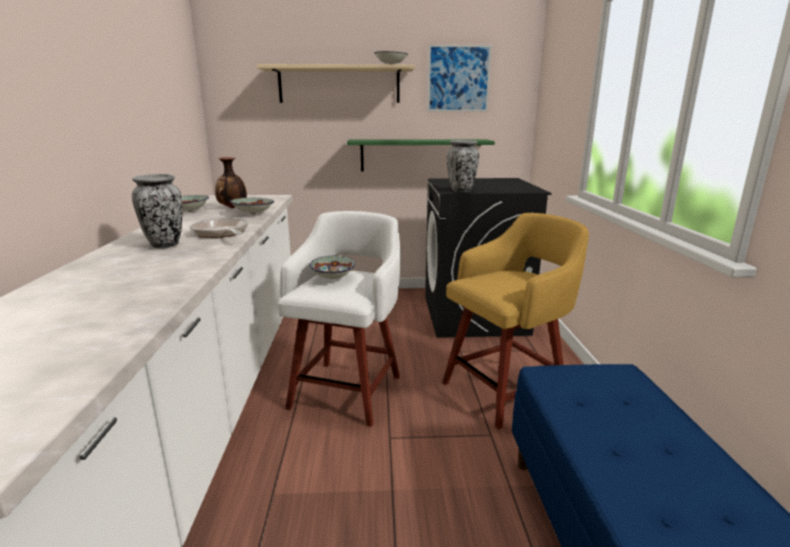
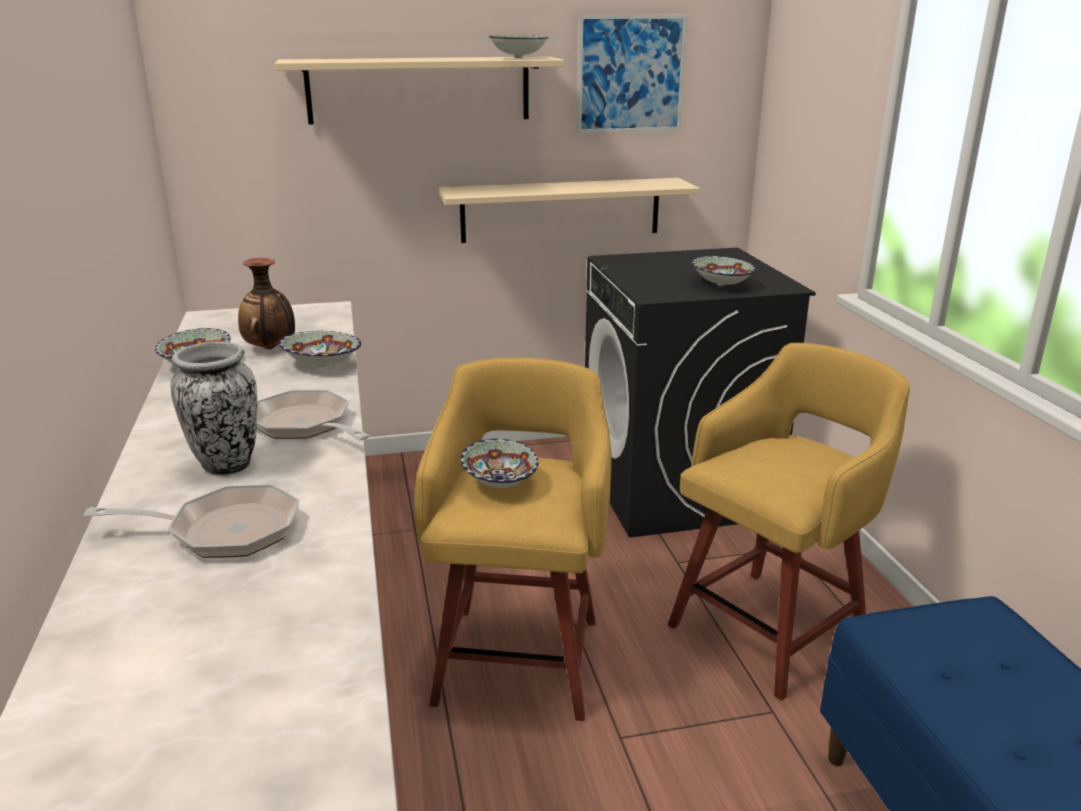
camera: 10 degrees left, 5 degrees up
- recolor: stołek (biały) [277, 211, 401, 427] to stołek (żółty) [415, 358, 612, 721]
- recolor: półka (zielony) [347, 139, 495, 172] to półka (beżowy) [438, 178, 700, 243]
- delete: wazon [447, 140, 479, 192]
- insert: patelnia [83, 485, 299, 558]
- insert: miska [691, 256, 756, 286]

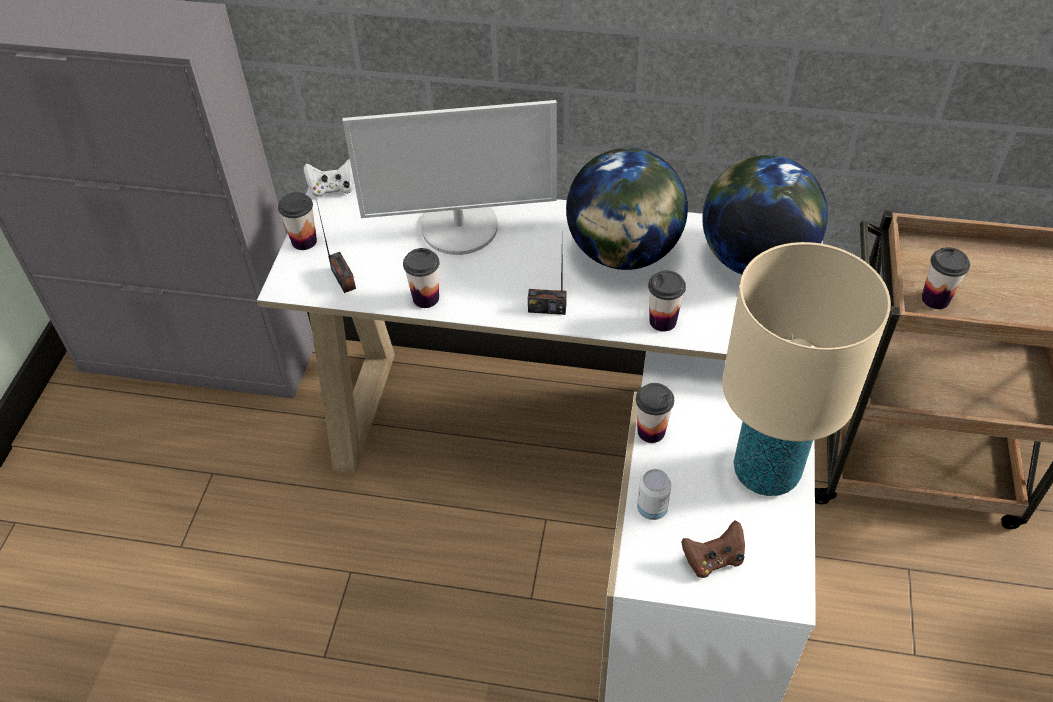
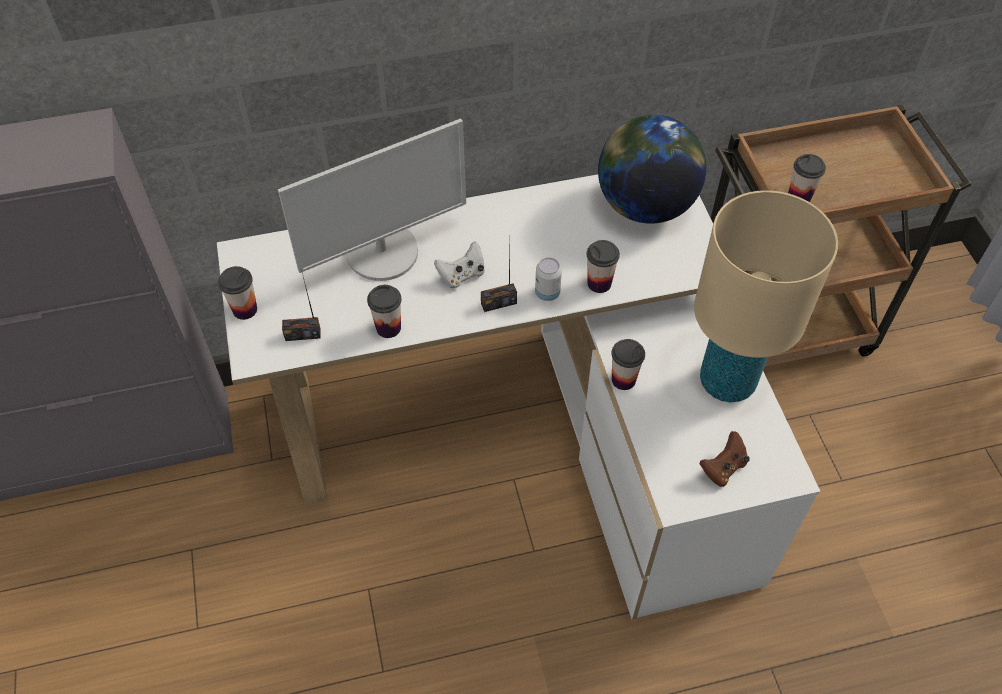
camera: 25 degrees left, 5 degrees up
- move: pad do gier (biały) [304, 159, 354, 197] to [434, 241, 485, 288]
- rotate: radio [316, 199, 356, 293] = [282, 269, 321, 341] 135 degrees clockwise
- delete: globus [566, 148, 688, 270]
- move: puszka [637, 469, 671, 520] to [535, 257, 562, 301]

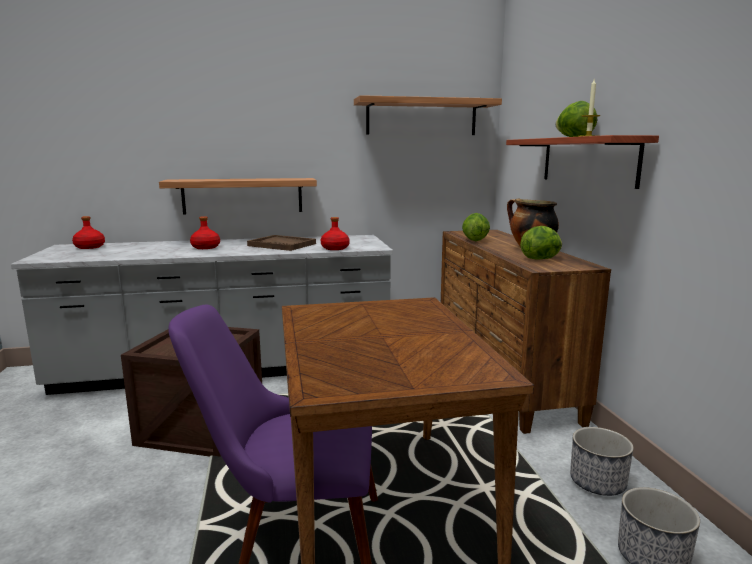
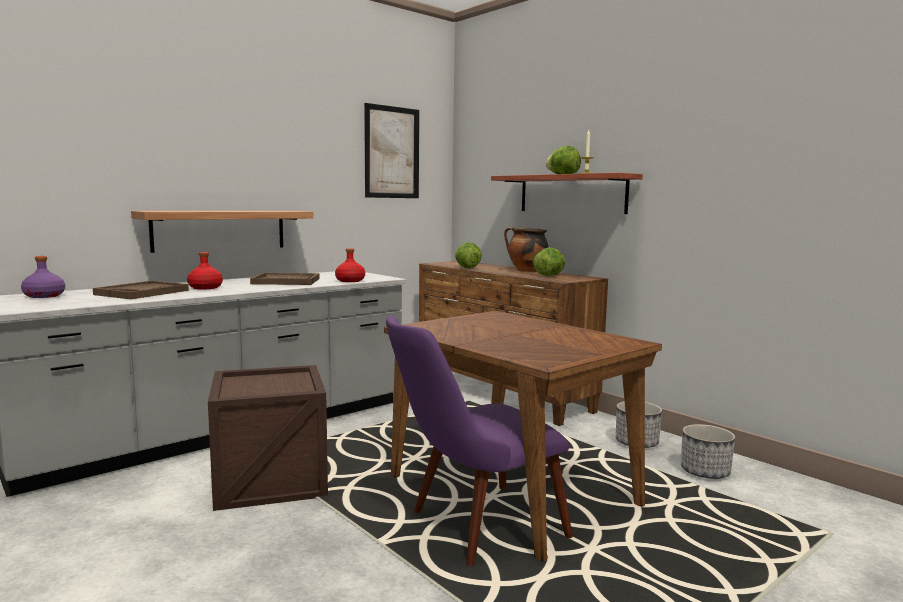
camera: 30 degrees left, 5 degrees down
- recolor: butelka (czerwony) [72, 216, 105, 249] to butelka (fioletowy) [21, 256, 65, 298]
- replace: półka [354, 95, 502, 135] to obraz [364, 103, 419, 198]
- insert: taca (brązowy) [93, 281, 189, 299]

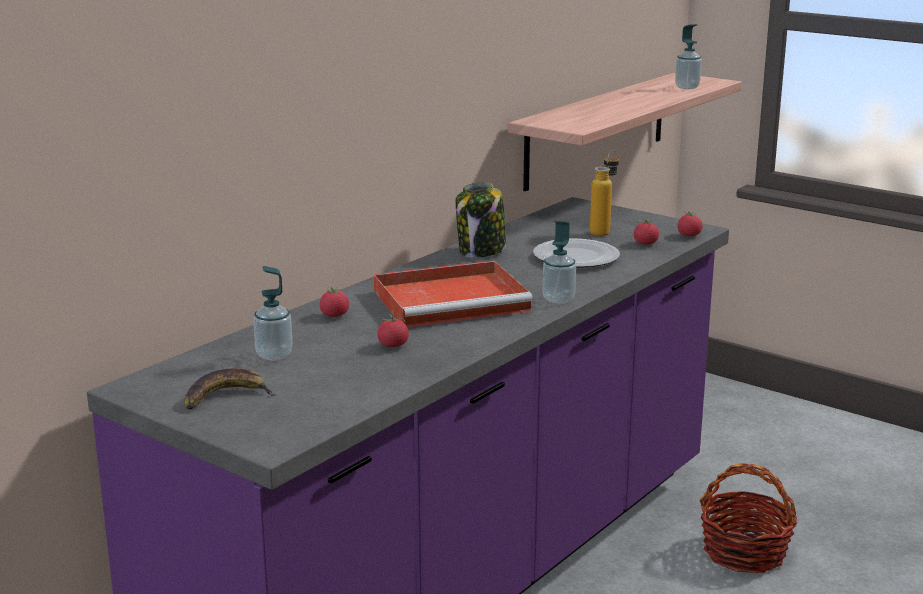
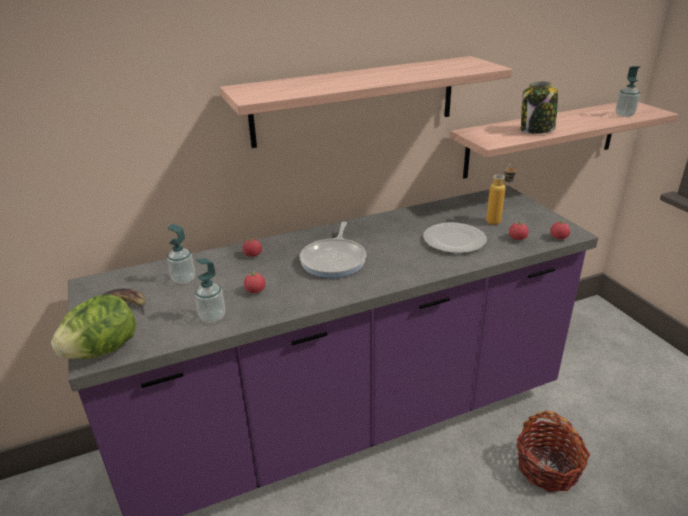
camera: 30 degrees right, 10 degrees up
- replace: taca (czerwony) [374, 261, 533, 327] to patelnia [300, 221, 366, 278]
- move: słoik [456, 182, 507, 258] to [521, 82, 558, 134]
- move: dozownik mydła [543, 221, 576, 304] to [195, 258, 225, 323]
- insert: sałata [51, 294, 136, 359]
- insert: półka [220, 56, 512, 148]

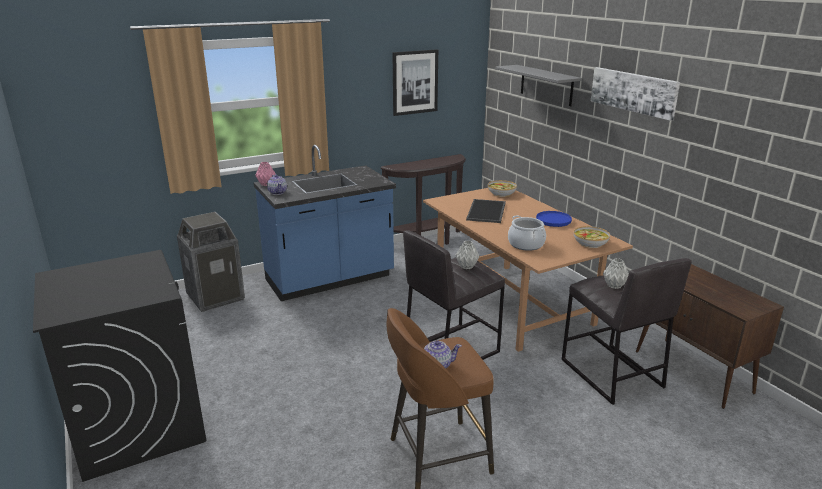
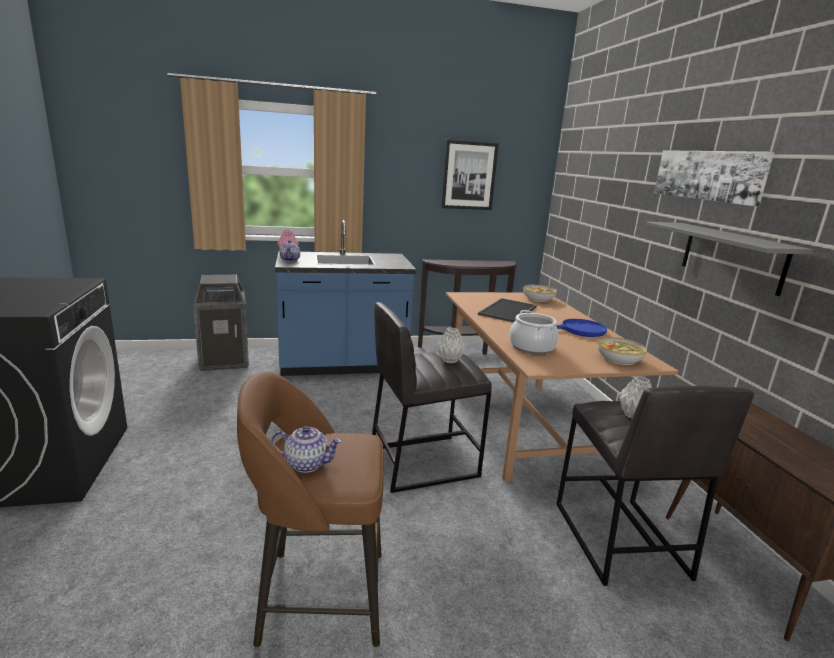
camera: 15 degrees right, 5 degrees down
- move: półka (szary) [495, 65, 582, 106] to [646, 222, 813, 296]

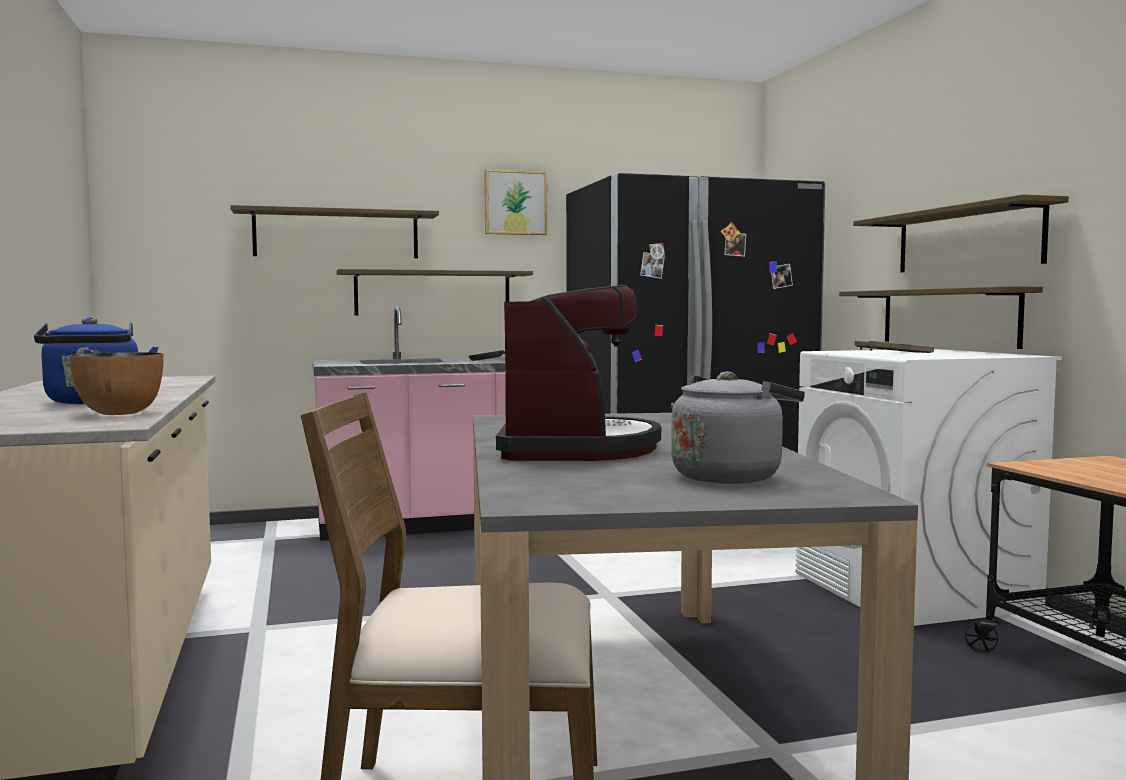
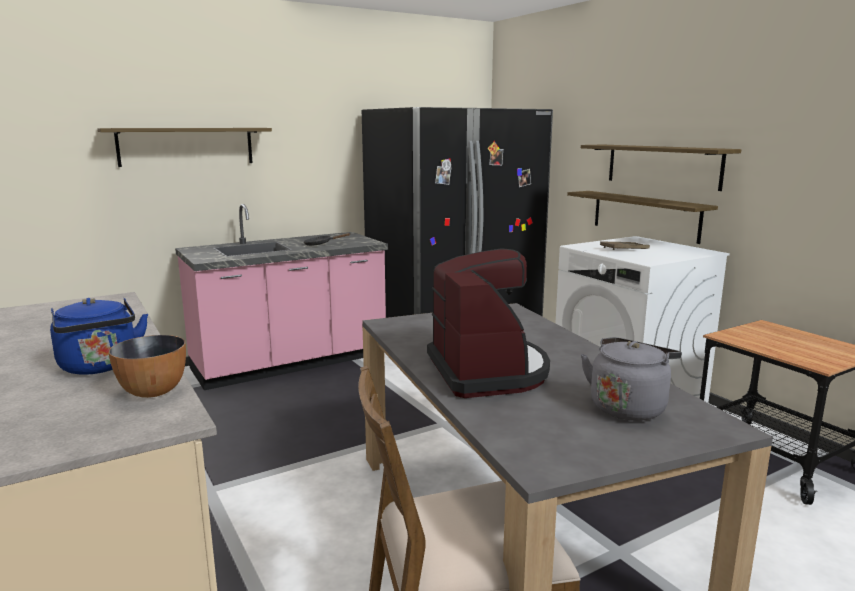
camera: 15 degrees left, 10 degrees up
- delete: półka [336, 269, 533, 315]
- delete: obraz [484, 169, 547, 235]

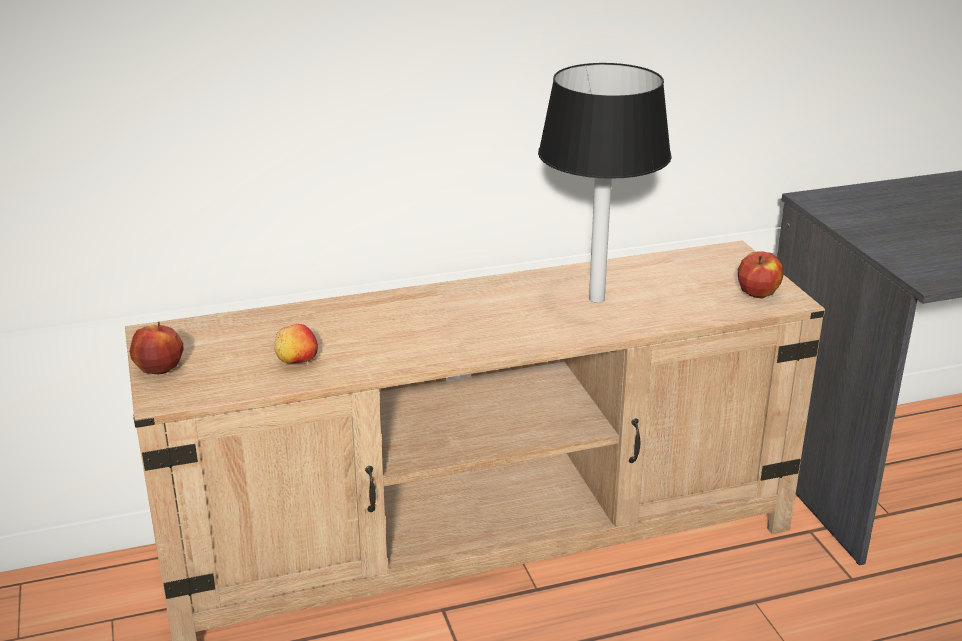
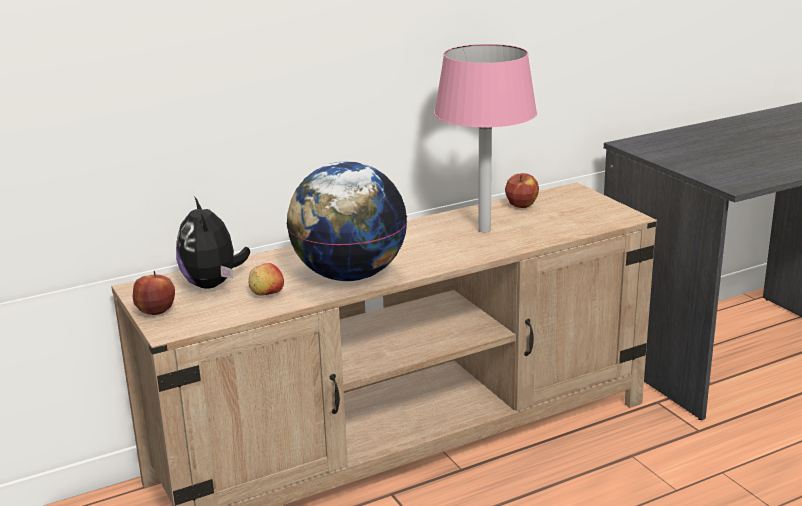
camera: 10 degrees left, 5 degrees down
- recolor: lampa stołowa (czarny) [538, 63, 672, 303] to lampa stołowa (różowy) [434, 44, 537, 232]
- move: jabłko [738, 251, 784, 299] to [505, 173, 539, 208]
- insert: pluszak [176, 196, 250, 289]
- insert: globus [286, 161, 407, 281]

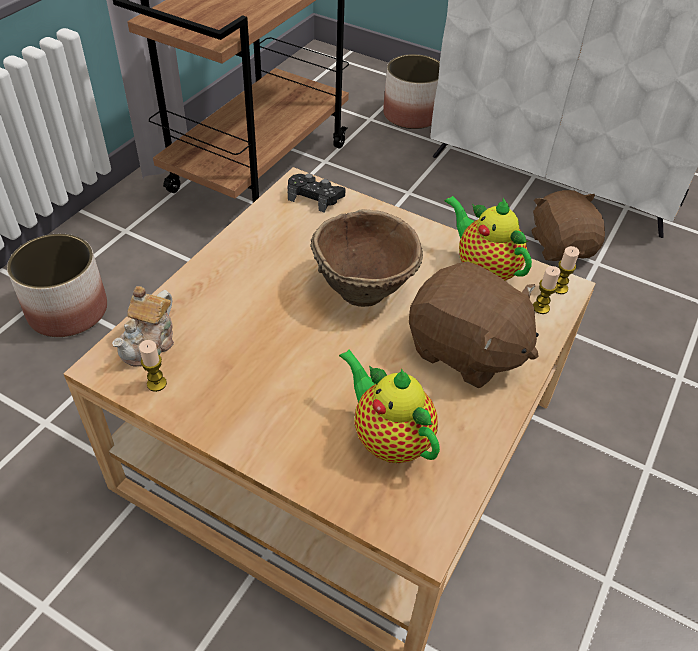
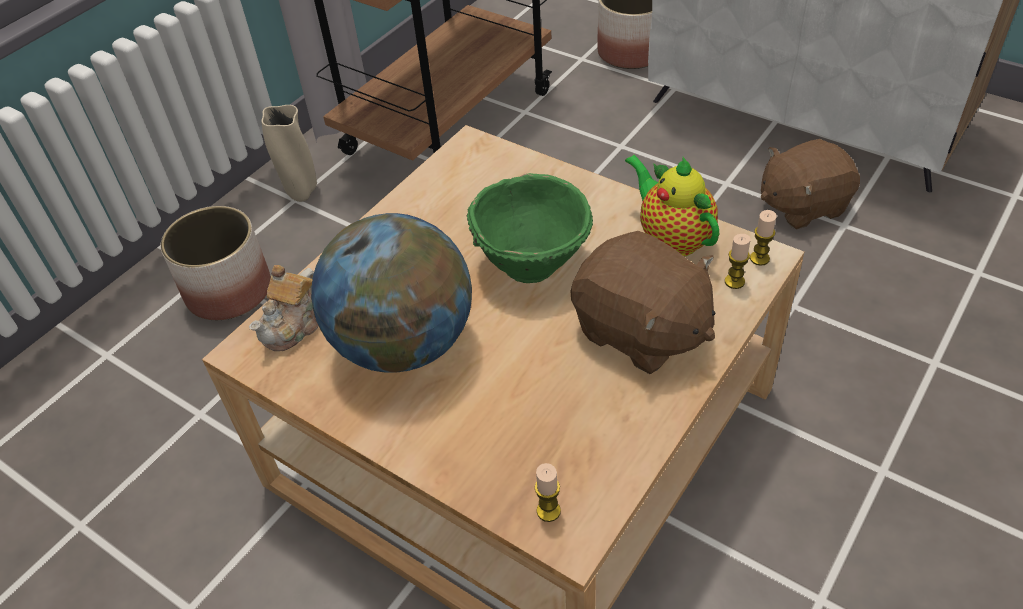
camera: 10 degrees right, 0 degrees up
- move: świeca [139, 340, 167, 392] to [535, 463, 561, 522]
- delete: pad do gier (czarny) [287, 174, 346, 213]
- recolor: miska (brązowy) [310, 209, 423, 307] to miska (zielony) [466, 173, 593, 283]
- delete: imbryk [339, 349, 440, 463]
- rotate: pluszak (brązowy) [531, 190, 605, 261] = [761, 139, 860, 230] 105 degrees counterclockwise
- insert: wazon (beżowy) [261, 105, 317, 202]
- insert: globus [311, 213, 472, 373]

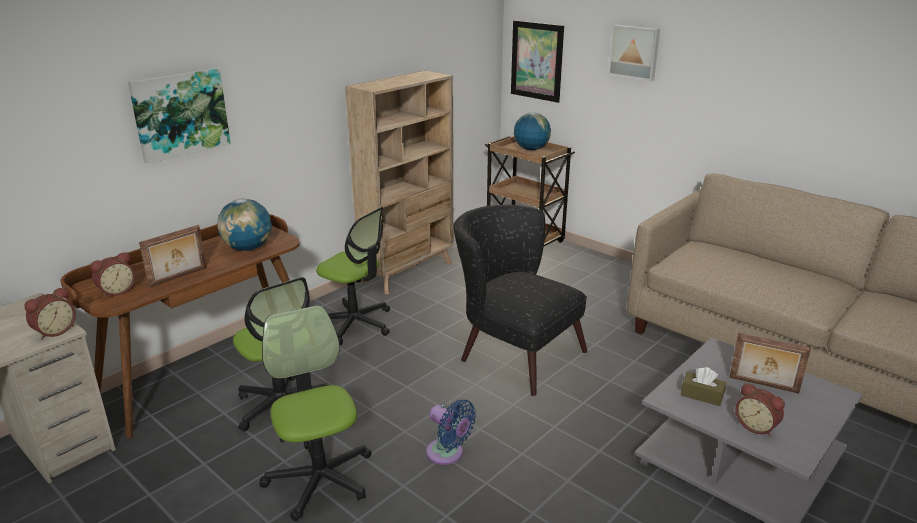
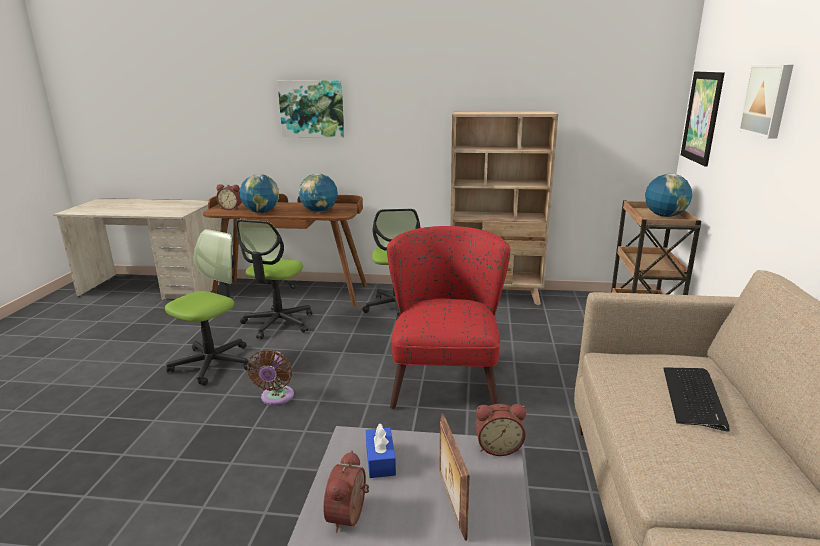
camera: 55 degrees right, 5 degrees down
- move: budzik [24, 287, 76, 340] to [475, 404, 526, 456]
- replace: ramka na zdjęcie [139, 225, 207, 288] to globus [240, 174, 279, 213]
- recolor: wentylator (niebieski) [426, 399, 476, 465] to wentylator (brązowy) [247, 350, 294, 405]
- recolor: fotel (czarny) [453, 205, 588, 396] to fotel (czerwony) [387, 226, 510, 409]
- recolor: pudełko chusteczek (brązowy) [681, 367, 726, 406] to pudełko chusteczek (niebieski) [366, 423, 396, 478]
- insert: klawiatura [663, 367, 730, 432]

